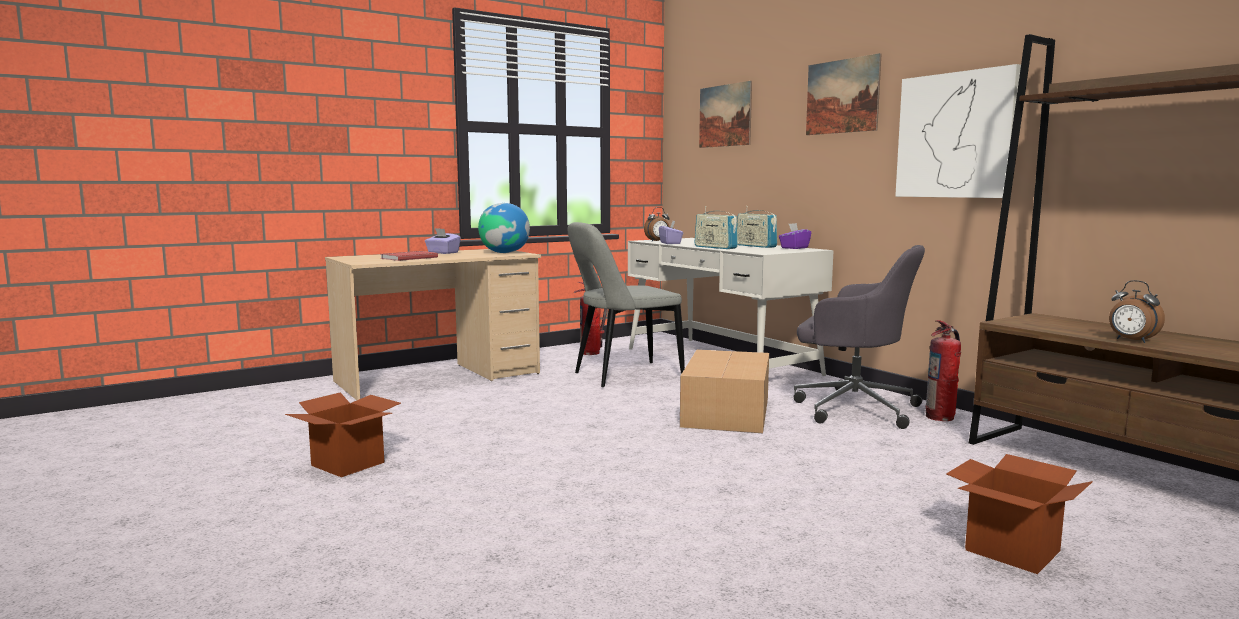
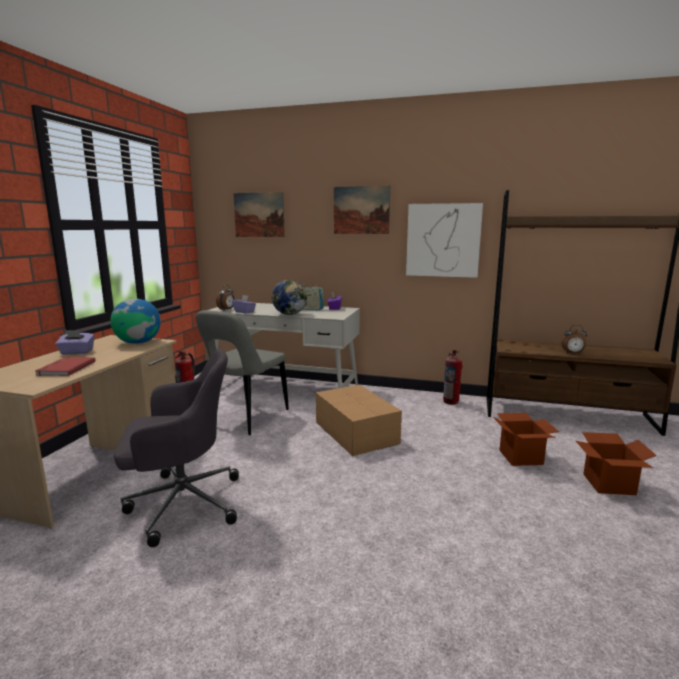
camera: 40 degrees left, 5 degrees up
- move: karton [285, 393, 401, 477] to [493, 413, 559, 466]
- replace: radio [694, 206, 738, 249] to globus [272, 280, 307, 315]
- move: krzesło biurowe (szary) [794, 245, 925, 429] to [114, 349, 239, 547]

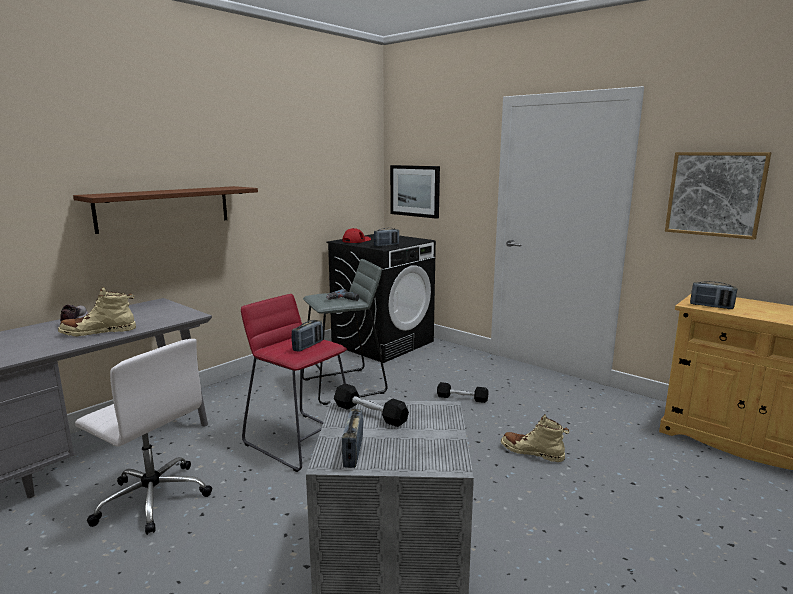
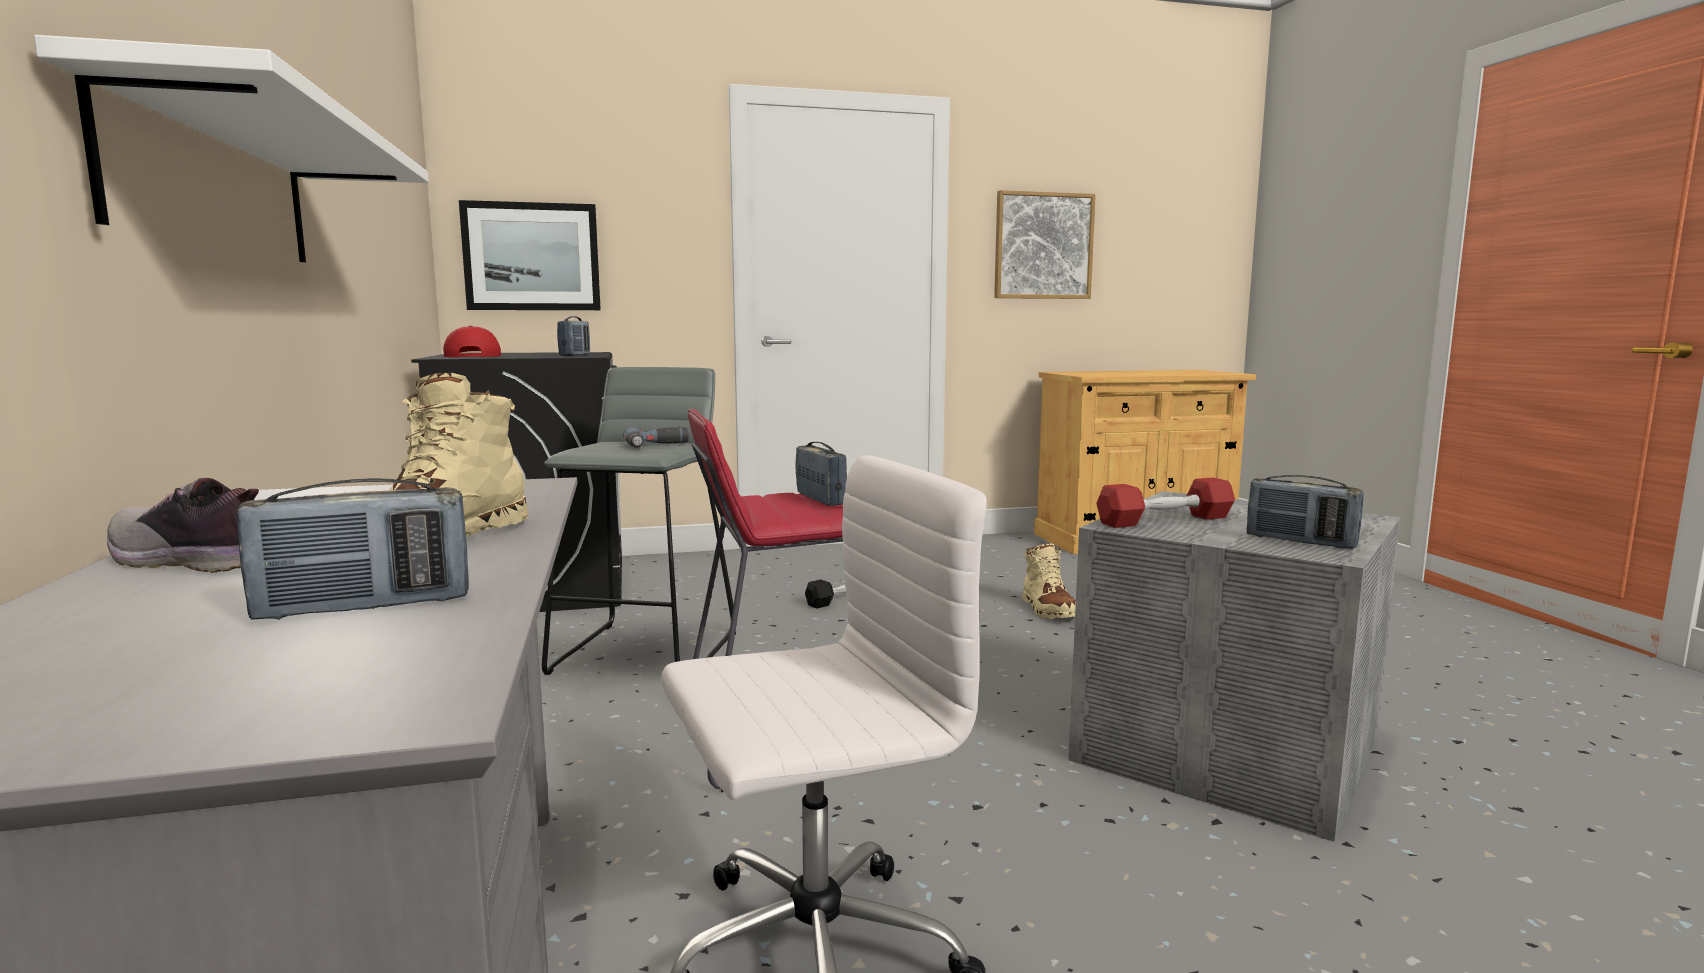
camera: 55 degrees left, 5 degrees down
- recolor: półka (brązowy) [73, 186, 258, 234] to półka (biały) [34, 35, 429, 262]
- recolor: hantel (czarny) [334, 383, 409, 427] to hantel (czerwony) [1097, 478, 1235, 528]
- rotate: but z cholewką (beżowy) [501, 414, 570, 462] = [1022, 543, 1076, 619] 75 degrees counterclockwise
- move: radio [690, 281, 737, 309] to [237, 478, 469, 620]

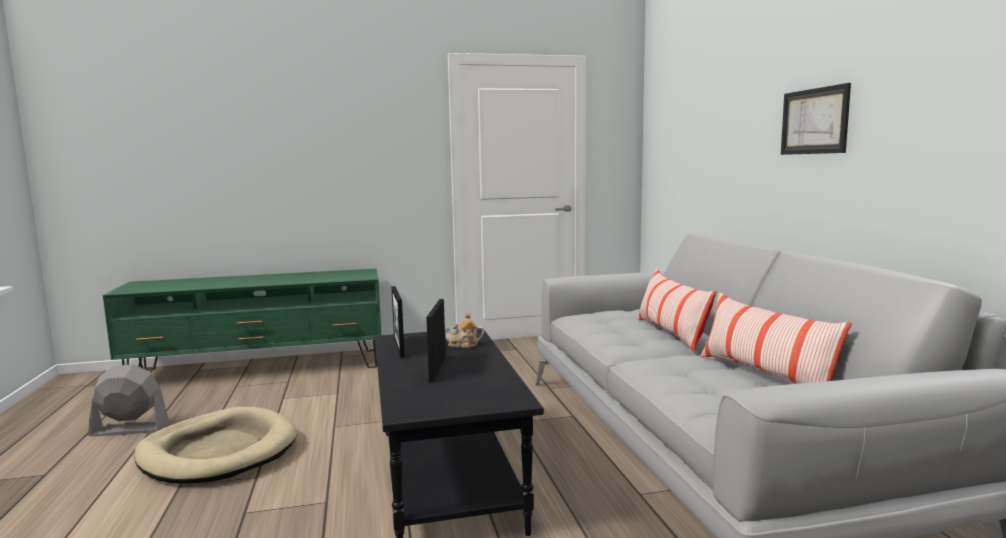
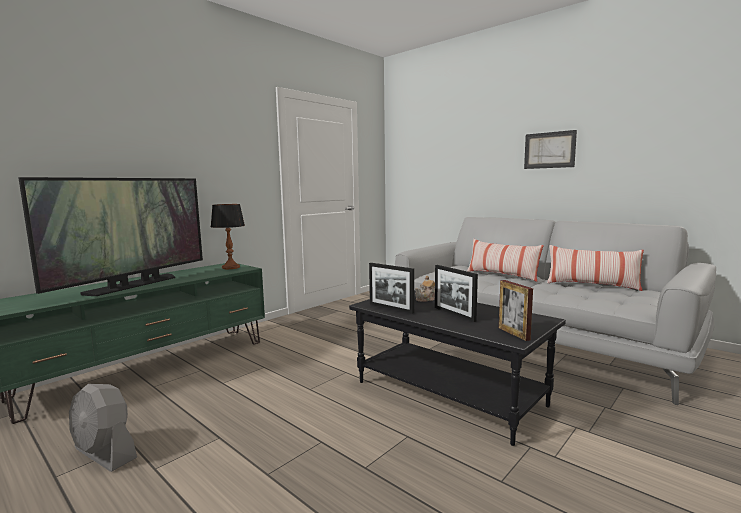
camera: 35 degrees left, 0 degrees up
- rotate: wentylator (szary) [88, 365, 169, 436] = [69, 384, 137, 472] 105 degrees counterclockwise
- delete: legowisko (beżowy) [134, 407, 297, 484]
- insert: telewizor [18, 177, 203, 296]
- insert: lampa stołowa [211, 204, 245, 269]
- insert: ramka na zdjęcie [499, 280, 533, 341]

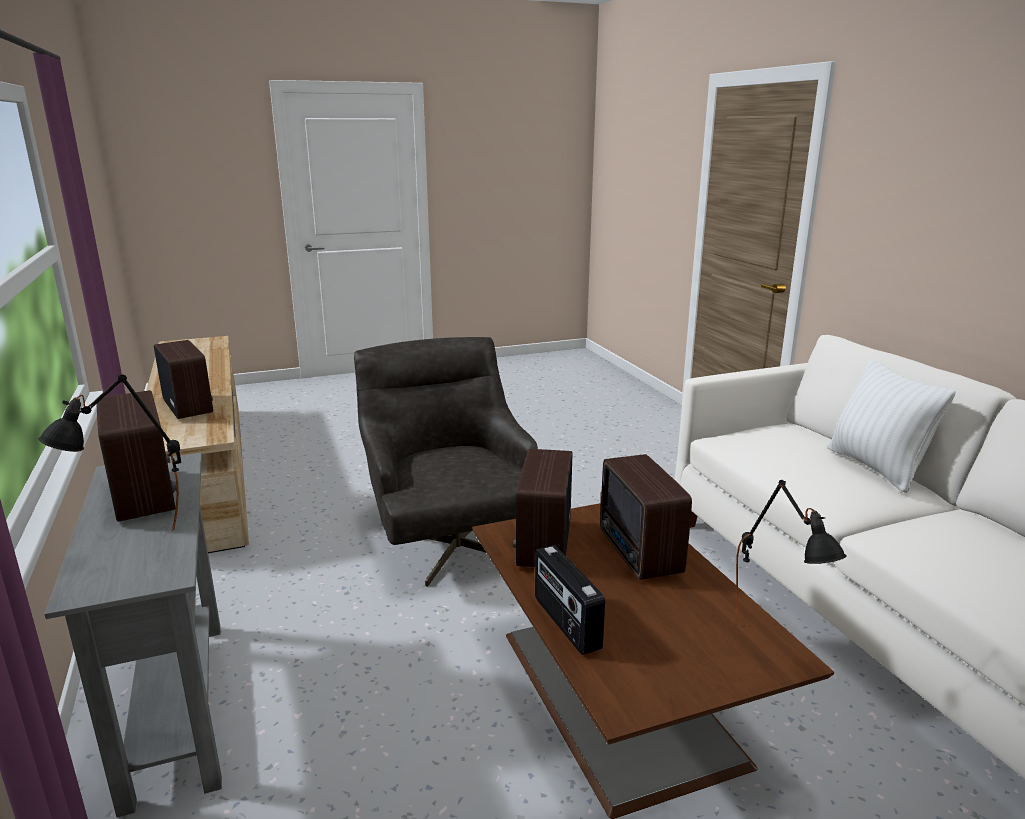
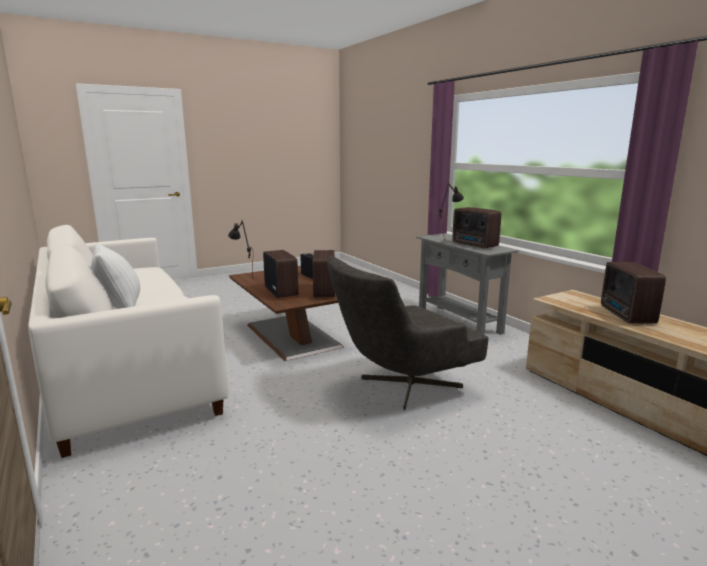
camera: 170 degrees right, 5 degrees down
- rotate: radio [154, 340, 213, 419] = [601, 262, 666, 323] 45 degrees clockwise
- rotate: fotel (szary) [354, 337, 538, 587] = [327, 256, 489, 410] 90 degrees clockwise

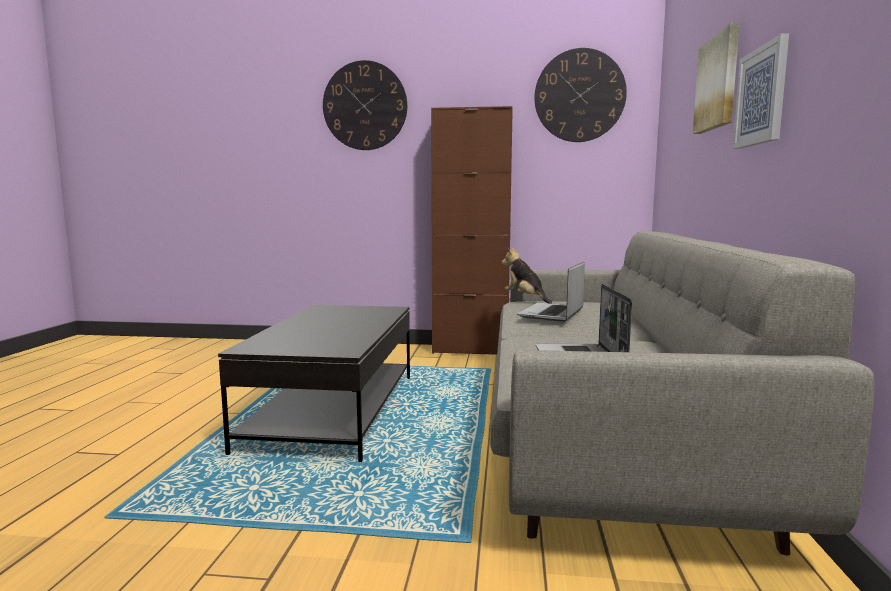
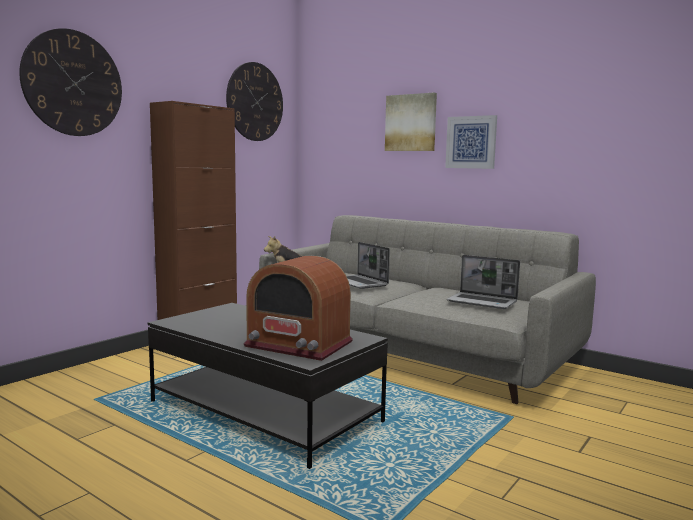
camera: 60 degrees left, 0 degrees up
- insert: radio [244, 256, 353, 361]

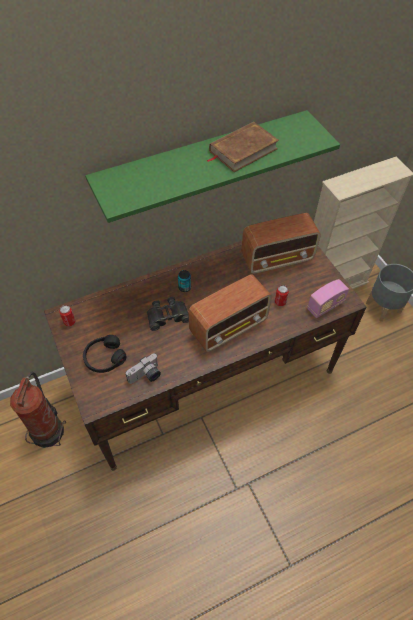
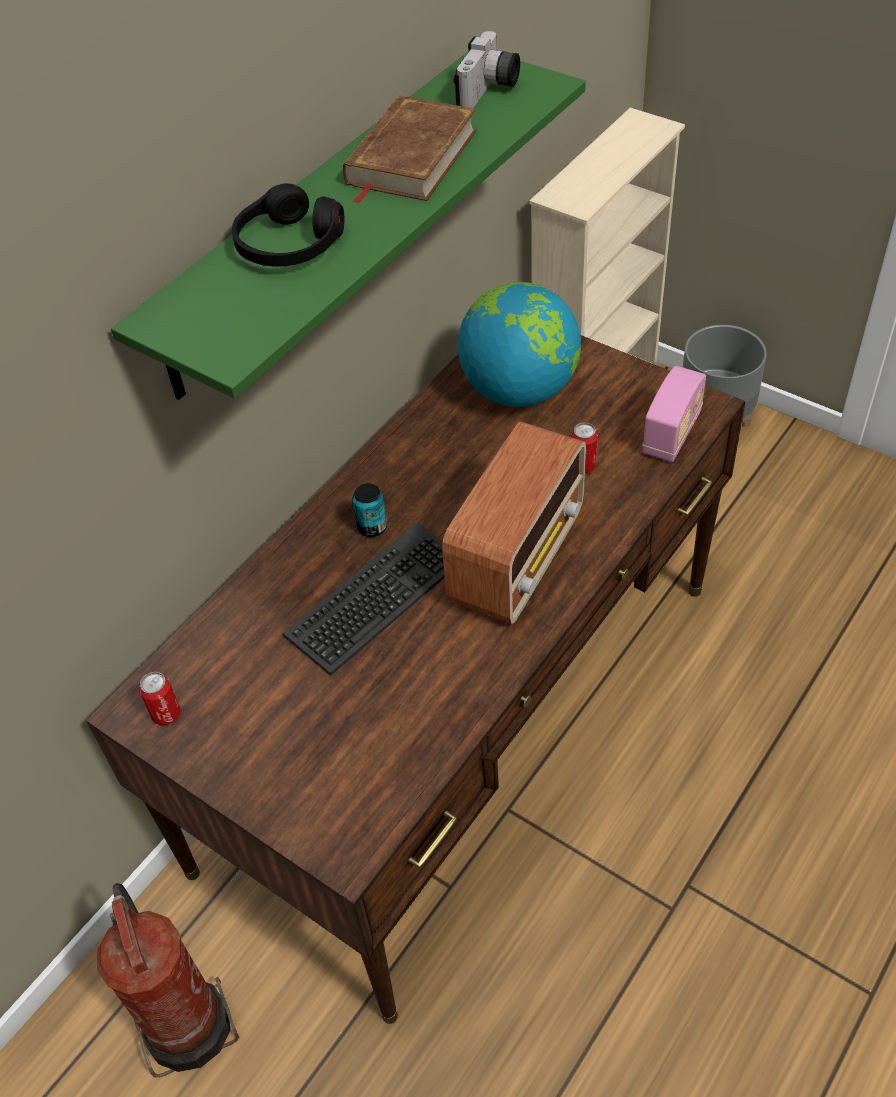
camera: 25 degrees left, 5 degrees down
- move: słuchawki (czarny) [83, 335, 126, 373] to [232, 183, 344, 267]
- move: aparat fotograficzny [125, 353, 161, 384] to [453, 31, 520, 108]
- replace: lornetka (czarny) [147, 297, 189, 331] to klawiatura [282, 522, 445, 676]
- replace: radio [241, 213, 321, 274] to globus [458, 282, 581, 407]

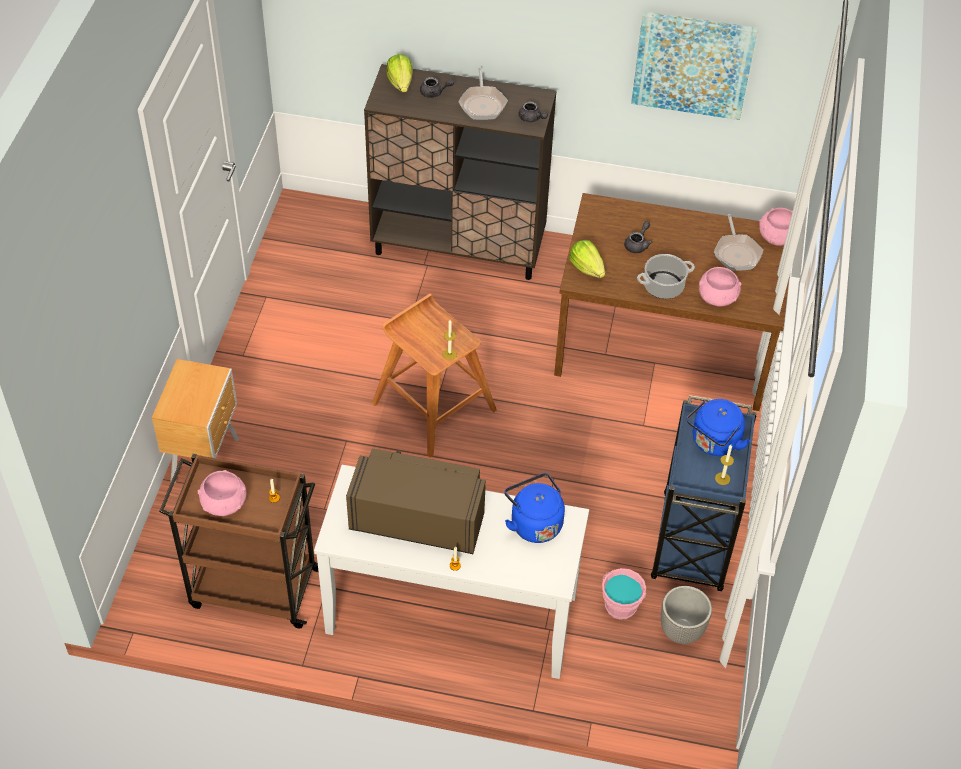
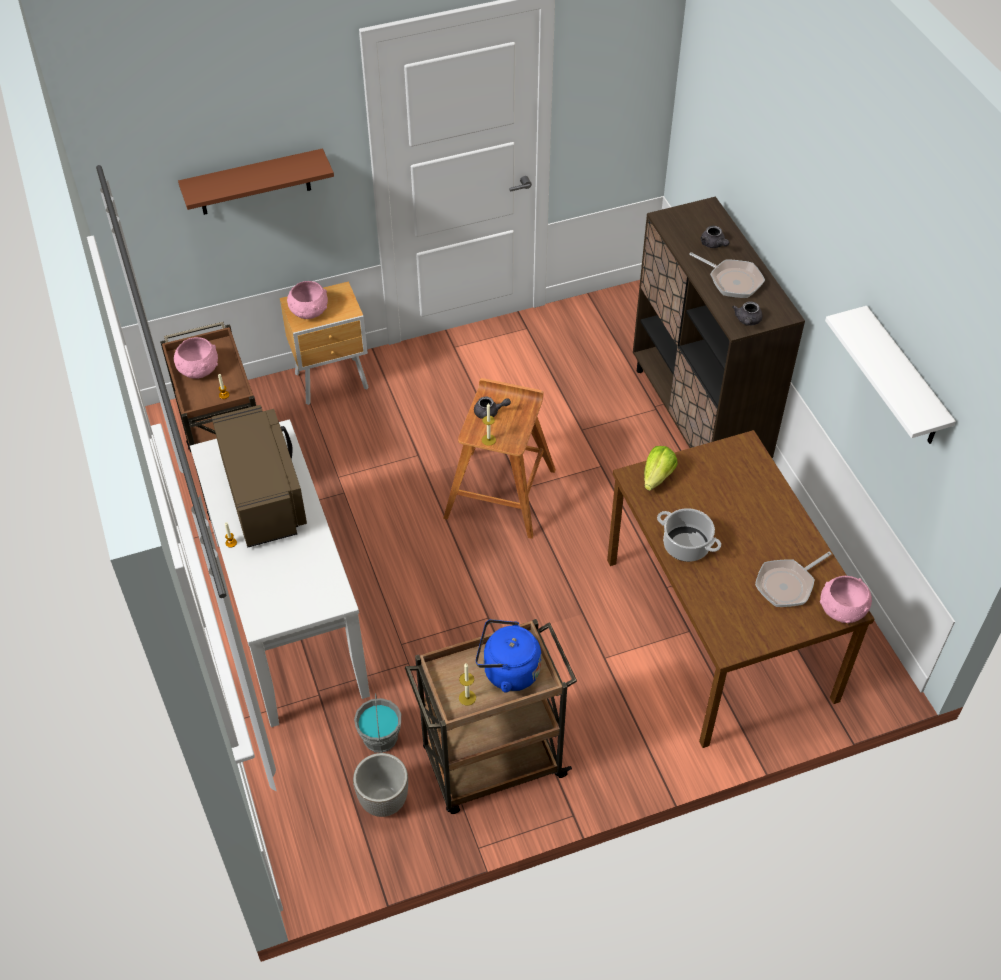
camera: 60 degrees right, 0 degrees up
- delete: sałata [386, 54, 413, 92]
- rotate: patelnia [458, 68, 508, 120] = [689, 252, 765, 298] 105 degrees counterclockwise
- delete: czajnik (niebieski) [504, 473, 565, 543]
- recolor: wiadro (różowy) [602, 568, 646, 619] to wiadro (szary) [354, 693, 401, 753]
- move: imbryk (szary) [624, 221, 653, 253] to [474, 397, 511, 419]
- replace: obraz [631, 11, 758, 120] to półka (biały) [825, 306, 956, 444]
- recolor: wózek (niebieski) [651, 395, 757, 591] to wózek (brązowy) [405, 619, 577, 814]
- move: miska (różowy) [699, 267, 742, 307] to [287, 281, 328, 319]
- insert: półka (brązowy) [178, 149, 334, 215]

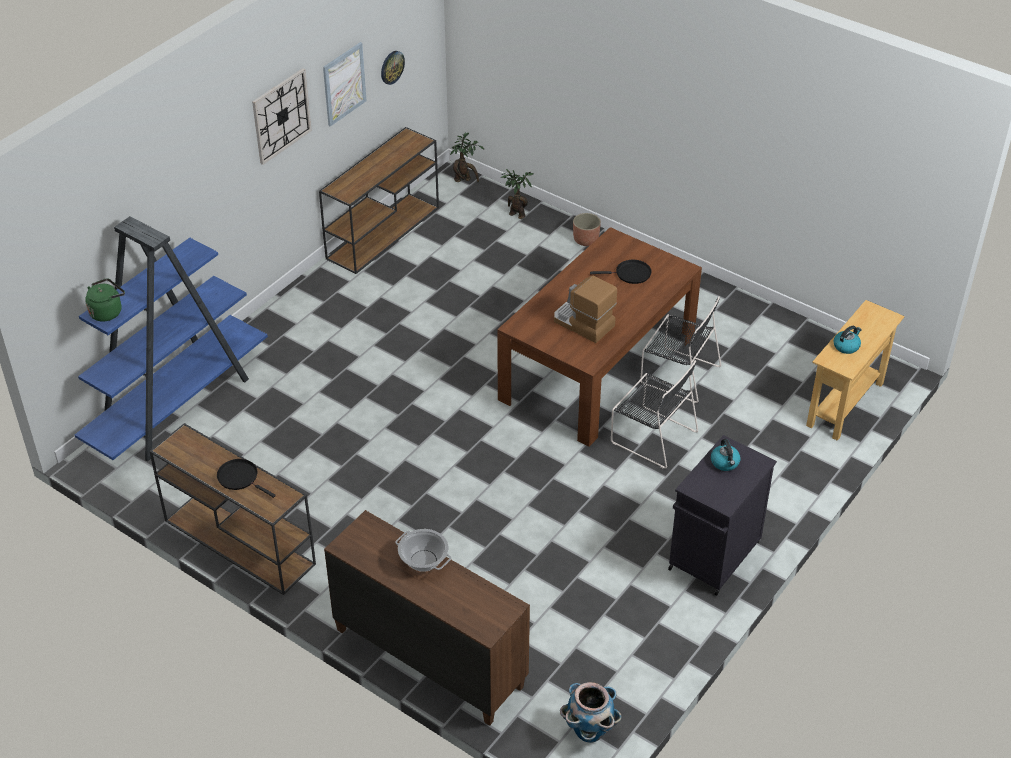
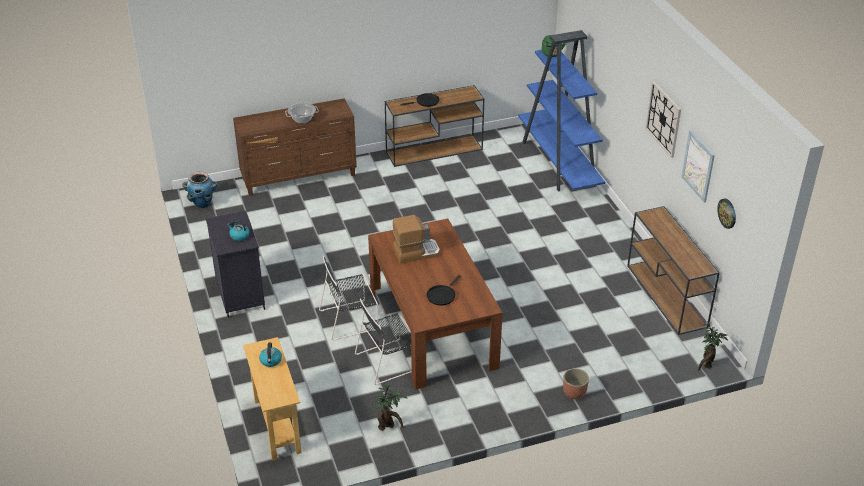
camera: 125 degrees right, 5 degrees down
- move: roślina doniczkowa [501, 169, 534, 219] to [375, 384, 407, 431]

